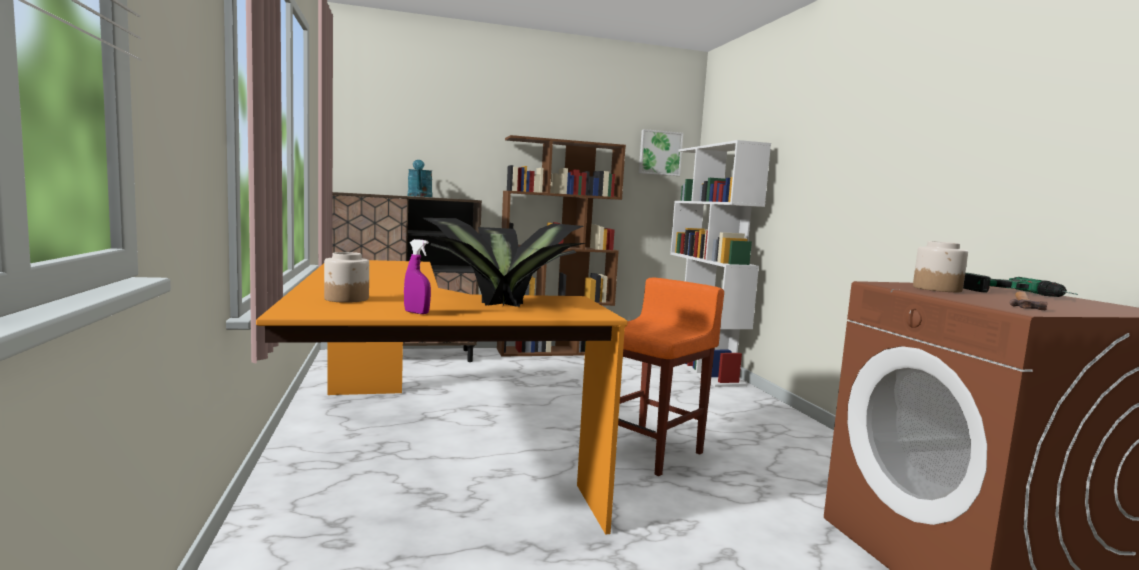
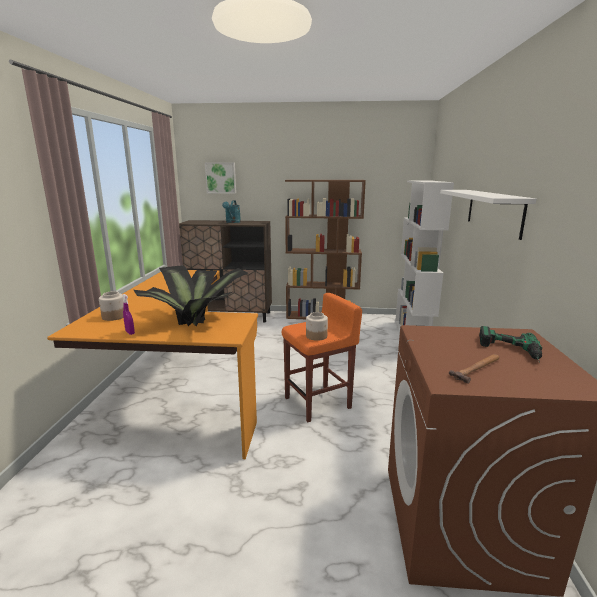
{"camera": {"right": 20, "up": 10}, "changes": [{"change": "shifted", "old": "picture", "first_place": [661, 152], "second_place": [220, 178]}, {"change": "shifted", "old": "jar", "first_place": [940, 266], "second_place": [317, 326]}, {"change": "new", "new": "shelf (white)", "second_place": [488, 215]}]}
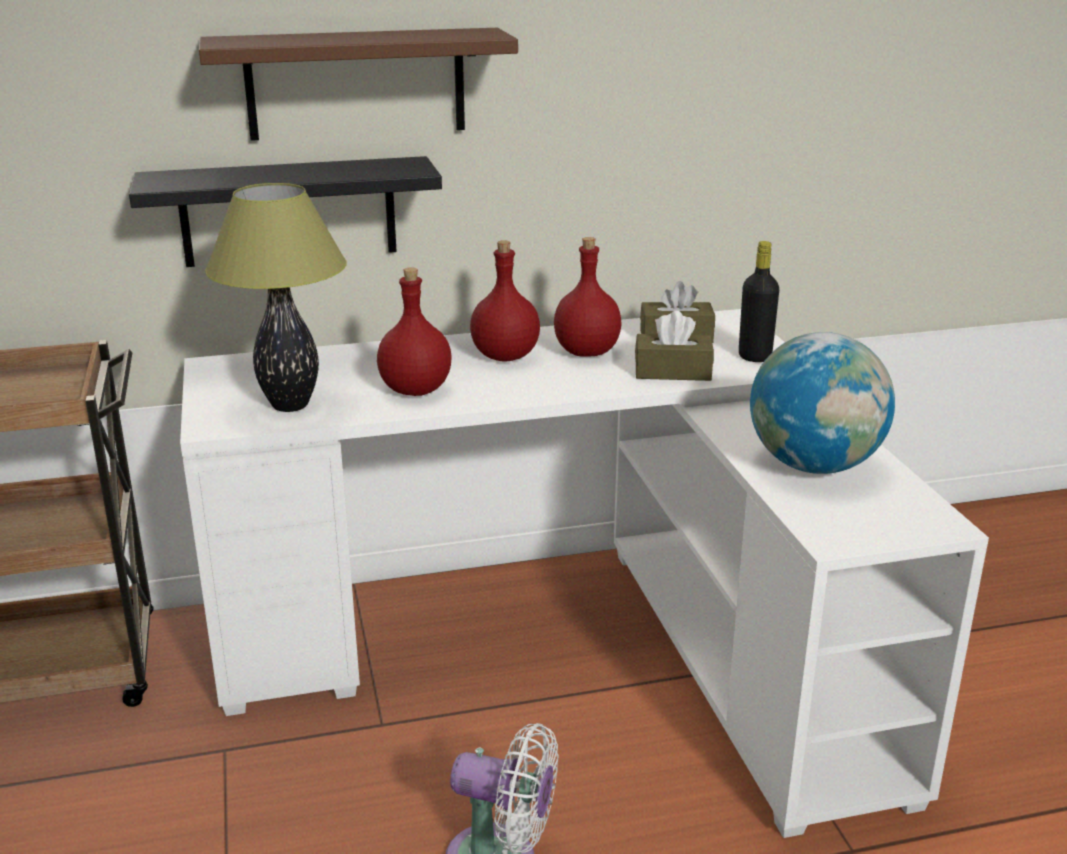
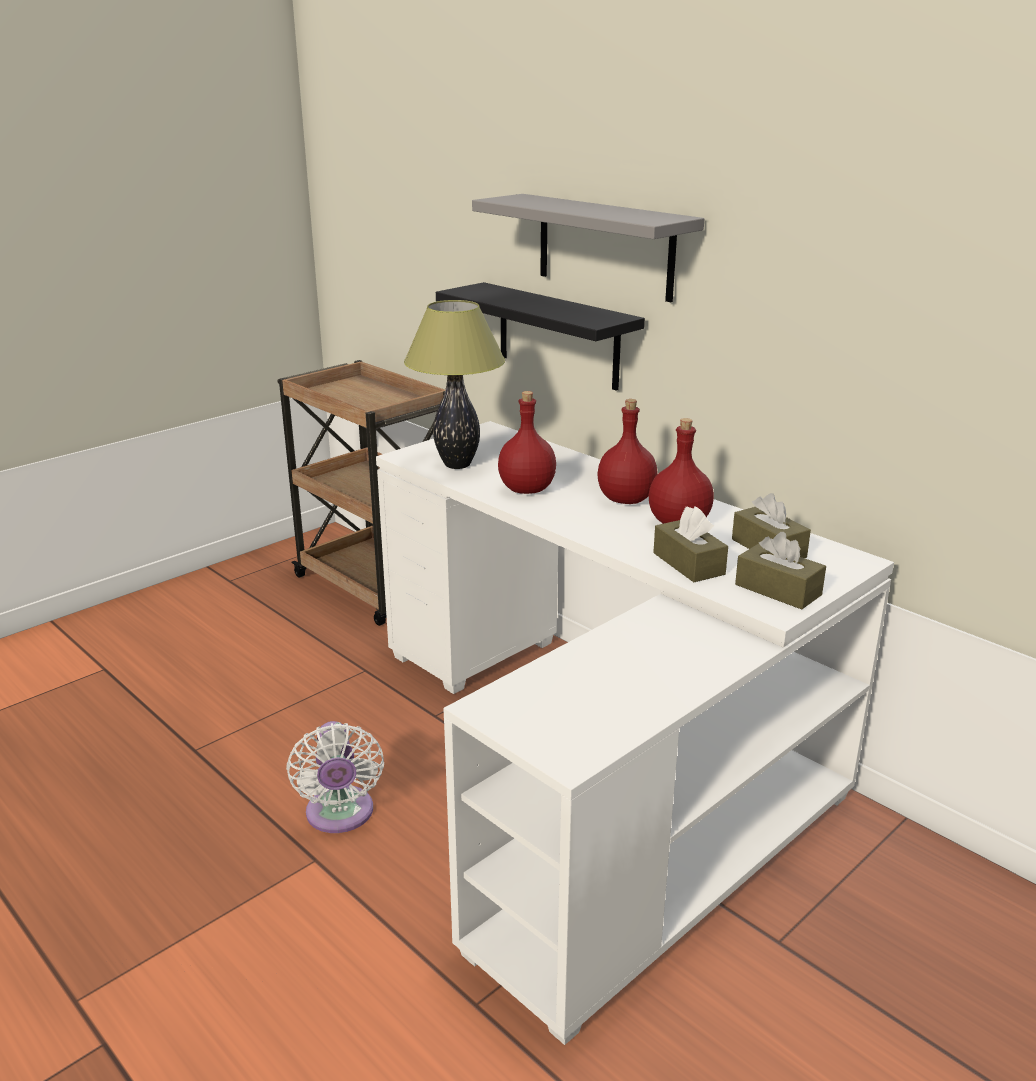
{"camera": {"right": 60, "up": 0}, "changes": [{"change": "repainted", "old": "shelf (brown)", "new": "shelf (grey)", "first_place": [358, 84], "second_place": [588, 248]}, {"change": "swapped", "old": "bottle (black)", "new": "tissue box (brown)", "first_place": [759, 301], "second_place": [780, 570]}, {"change": "gone", "old": "globe", "first_place": [822, 403]}]}
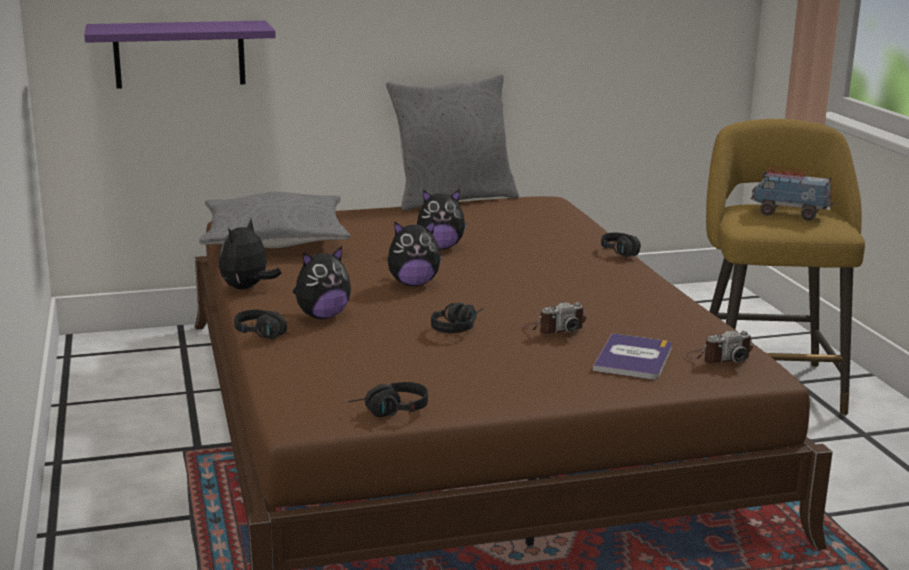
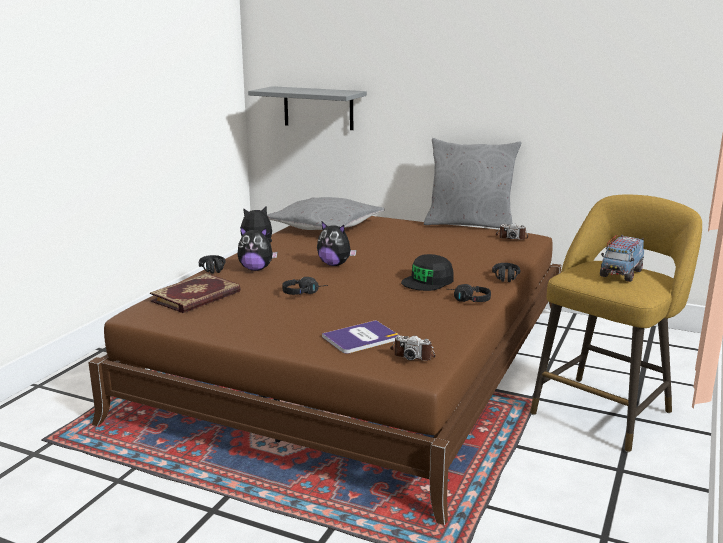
{"camera": {"right": 40, "up": 0}, "changes": [{"change": "repainted", "old": "shelf (purple)", "new": "shelf (grey)", "first_place": [180, 55], "second_place": [307, 108]}, {"change": "shifted", "old": "headphones (black)", "first_place": [388, 399], "second_place": [470, 293]}, {"change": "gone", "old": "plush toy", "first_place": [442, 219]}, {"change": "shifted", "old": "photo camera", "first_place": [554, 318], "second_place": [511, 231]}, {"change": "rotated", "old": "toy truck", "first_place": [792, 193], "second_place": [622, 258], "degrees": -120}, {"change": "new", "new": "book", "second_place": [195, 293]}, {"change": "new", "new": "cap (black)", "second_place": [427, 272]}]}
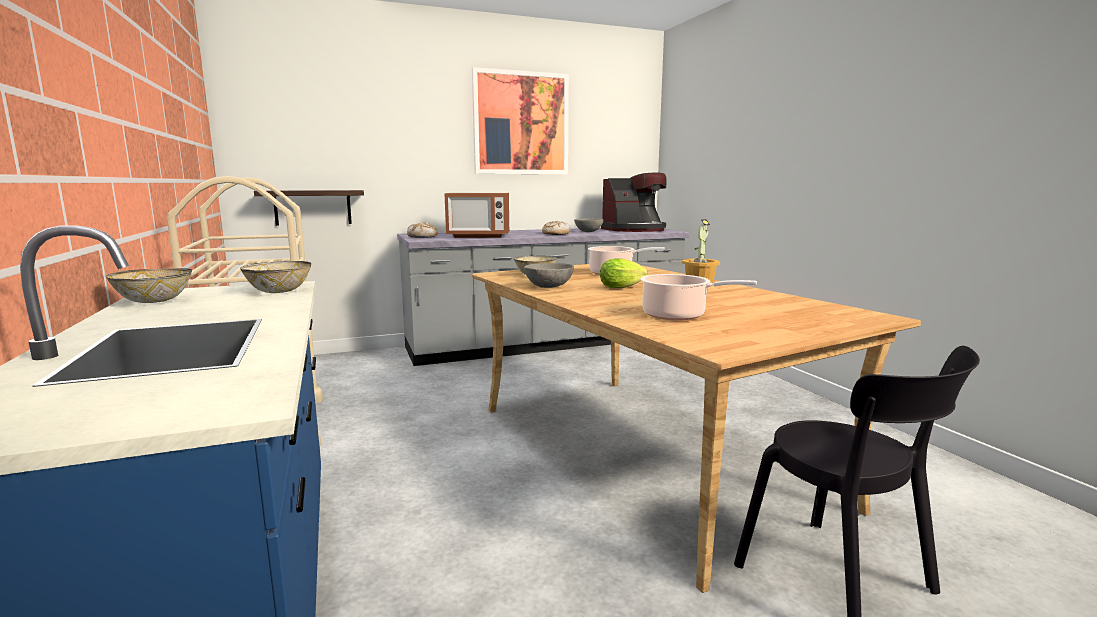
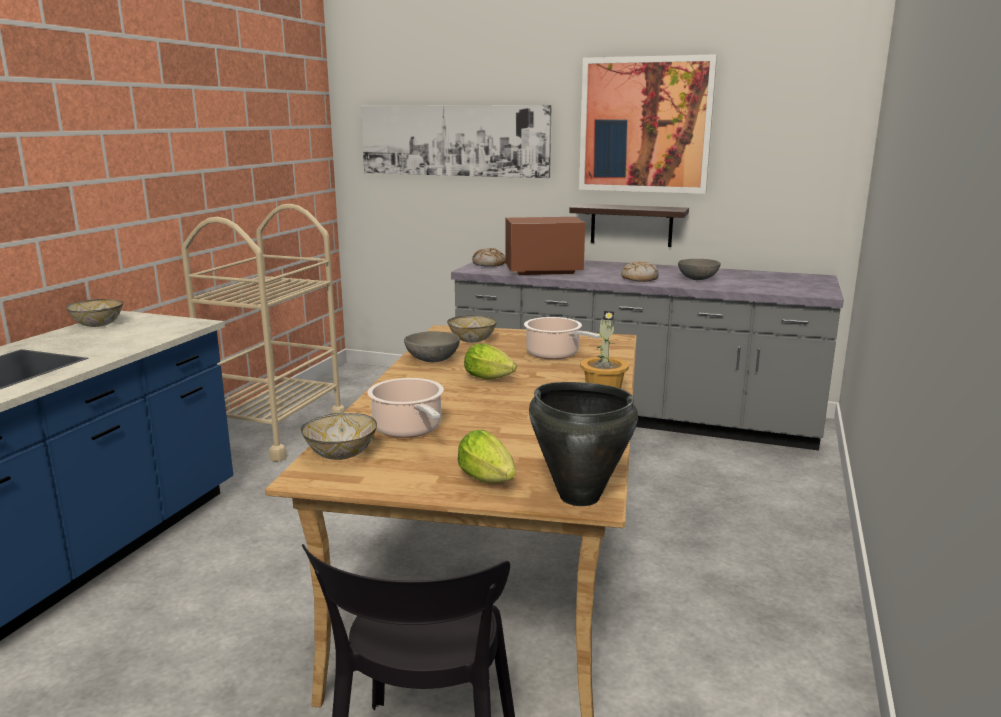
{"camera": {"right": 40, "up": 5}, "changes": [{"change": "shifted", "old": "bowl", "first_place": [275, 277], "second_place": [339, 436]}, {"change": "shifted", "old": "shelf", "first_place": [309, 208], "second_place": [629, 225]}, {"change": "rotated", "old": "microwave", "first_place": [476, 215], "second_place": [545, 246], "degrees": 135}, {"change": "gone", "old": "coffee machine", "first_place": [634, 202]}, {"change": "new", "new": "picture", "second_place": [456, 141]}, {"change": "new", "new": "lettuce", "second_place": [487, 456]}, {"change": "new", "new": "cooking pot (black)", "second_place": [583, 444]}]}
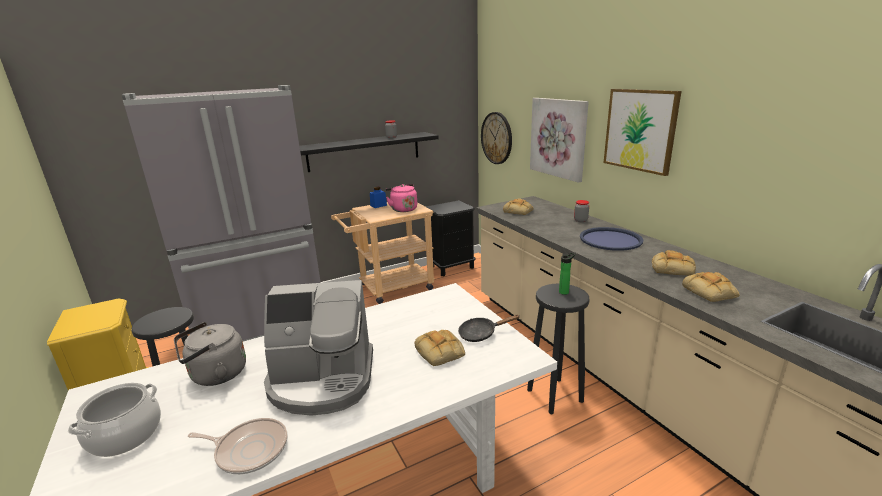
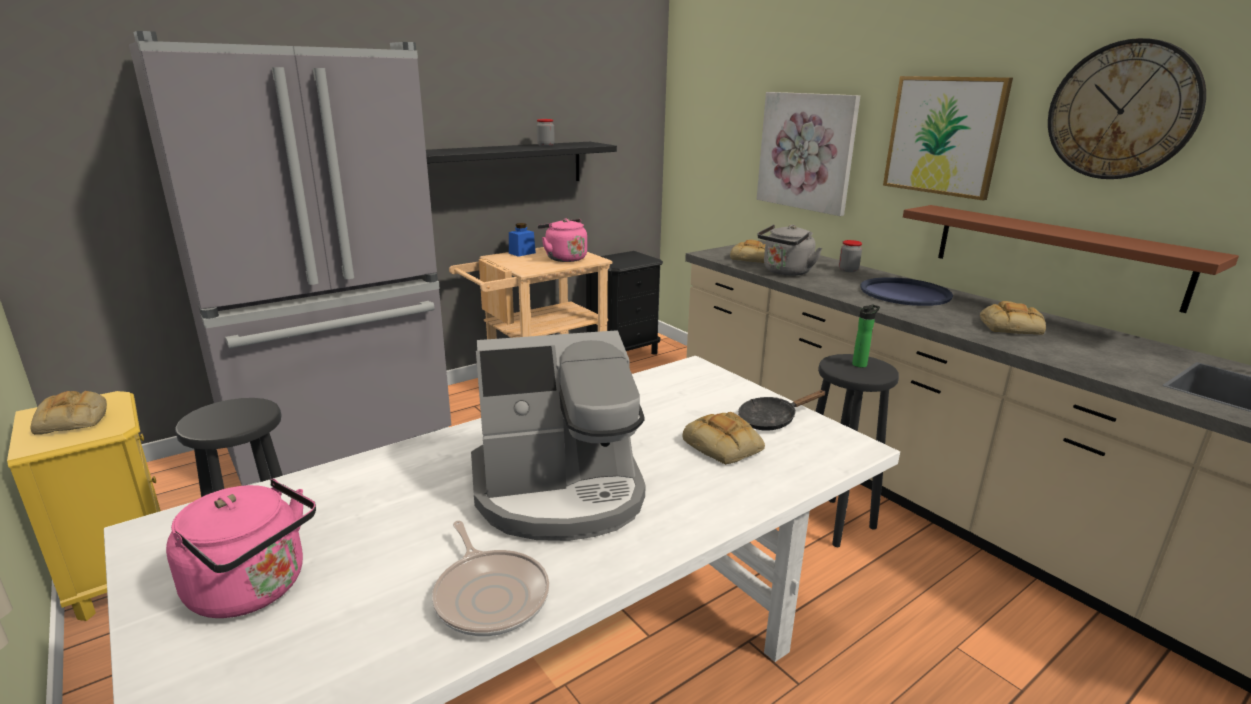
{"camera": {"right": -10, "up": 0}, "changes": [{"change": "swapped", "old": "cooking pot", "new": "kettle (pink)", "first_place": [114, 420], "second_place": [241, 548]}, {"change": "shifted", "old": "kettle (grey)", "first_place": [210, 354], "second_place": [789, 250]}, {"change": "rotated", "old": "frying pan", "first_place": [237, 446], "second_place": [490, 578], "degrees": 60}, {"change": "shifted", "old": "wall clock", "first_place": [496, 138], "second_place": [1127, 108]}, {"change": "shifted", "old": "bread", "first_place": [711, 287], "second_place": [69, 413]}, {"change": "new", "new": "shelf (brown)", "second_place": [1071, 259]}]}
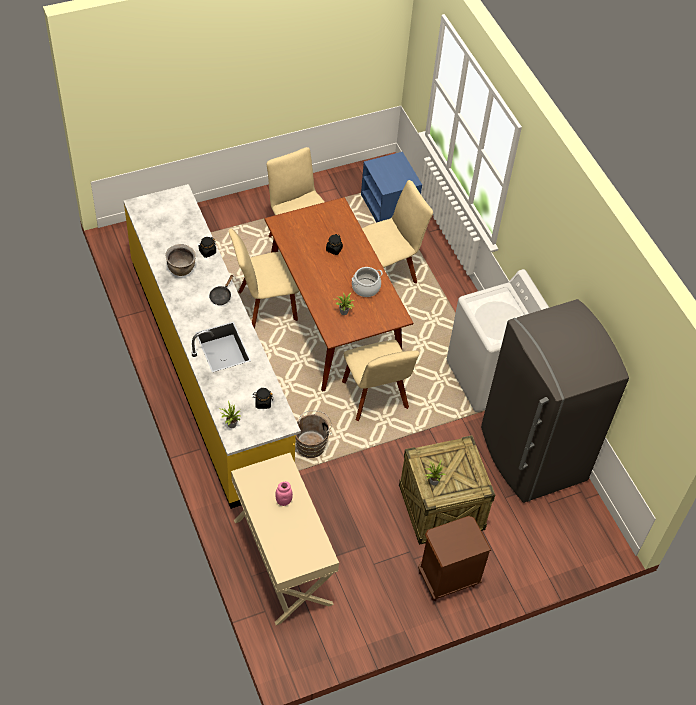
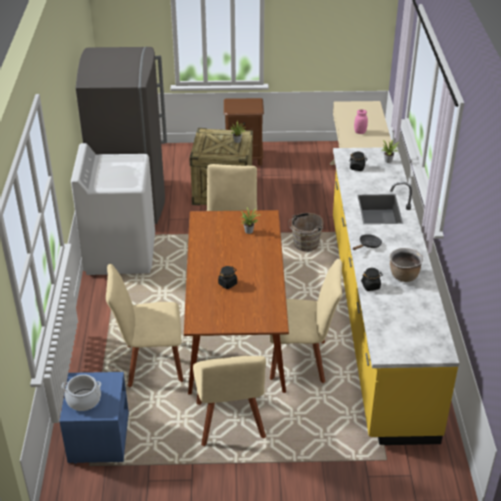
{"camera": {"right": -155, "up": -15}, "changes": [{"change": "shifted", "old": "cooking pot", "first_place": [367, 282], "second_place": [81, 392]}]}
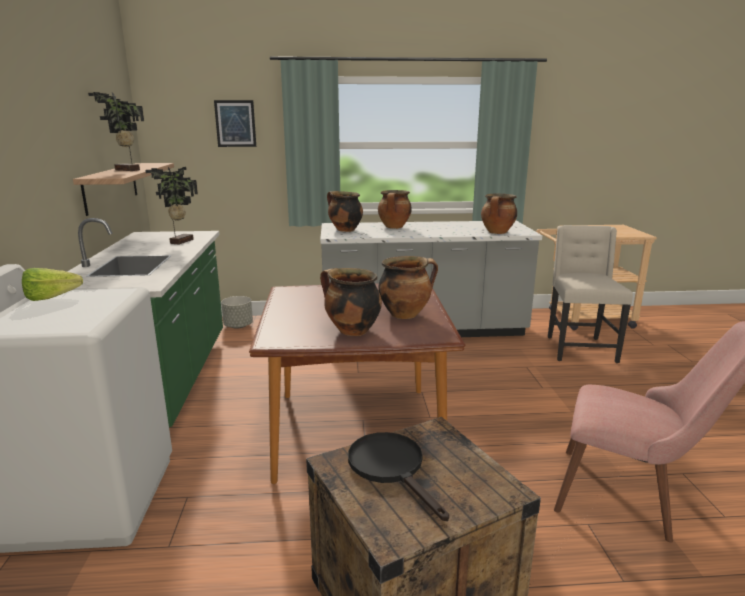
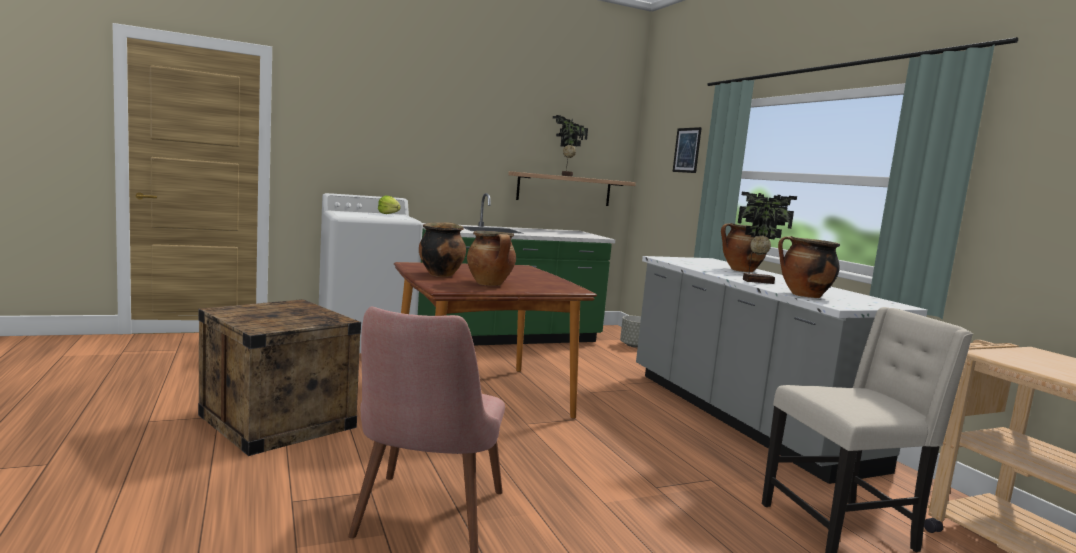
{"camera": {"right": 70, "up": -10}, "changes": [{"change": "shifted", "old": "potted plant", "first_place": [171, 205], "second_place": [767, 238]}, {"change": "gone", "old": "cooking pot", "first_place": [345, 211]}, {"change": "gone", "old": "frying pan (black)", "first_place": [398, 476]}]}
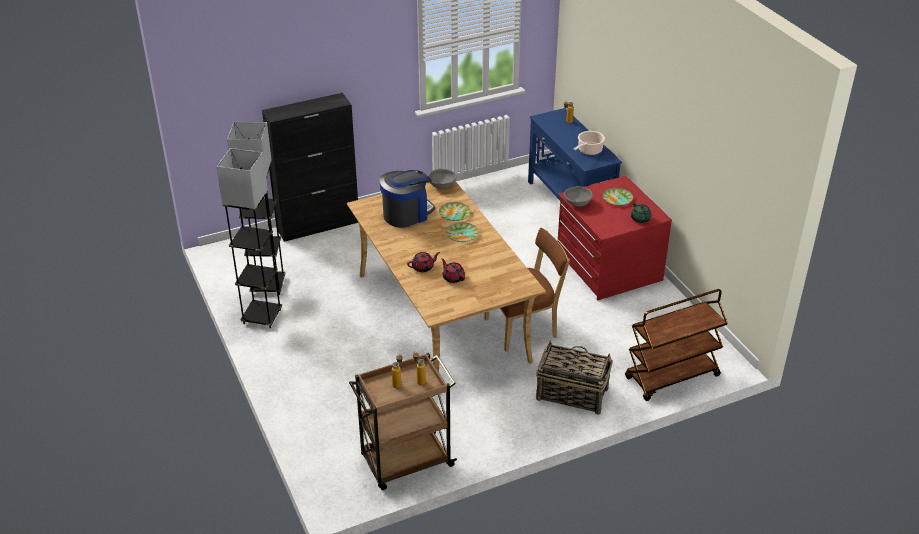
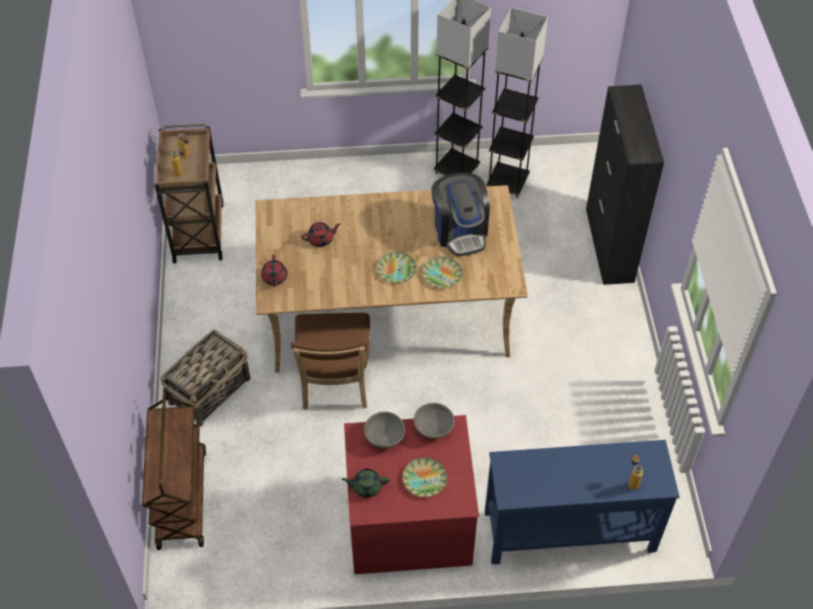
{"camera": {"right": 110, "up": 15}, "changes": [{"change": "shifted", "old": "teapot (red)", "first_place": [423, 262], "second_place": [274, 270]}, {"change": "shifted", "old": "bowl (grey)", "first_place": [442, 179], "second_place": [384, 430]}, {"change": "gone", "old": "cooking pot", "first_place": [589, 143]}]}
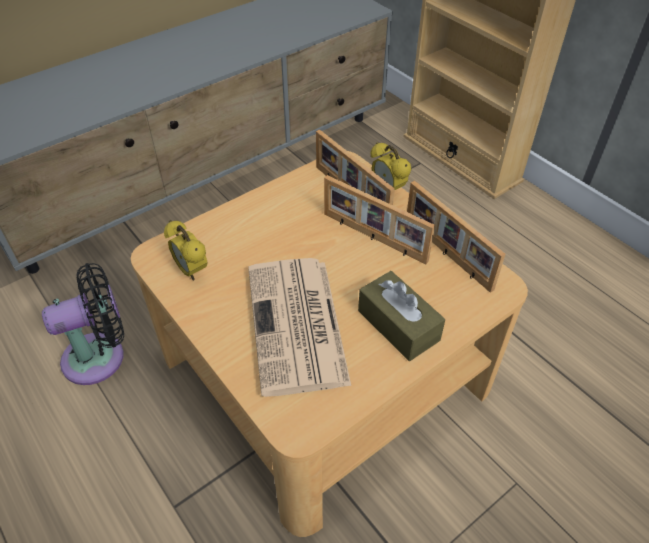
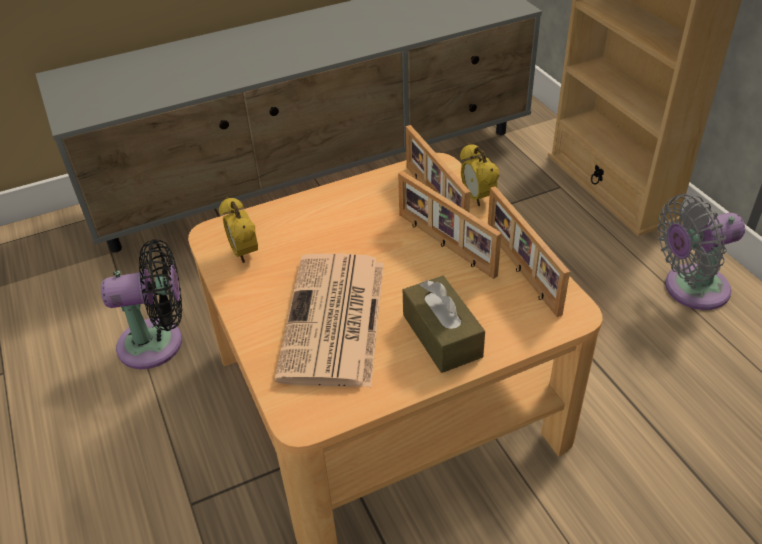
{"camera": {"right": 15, "up": -5}, "changes": [{"change": "new", "new": "fan (grey)", "second_place": [701, 252]}]}
